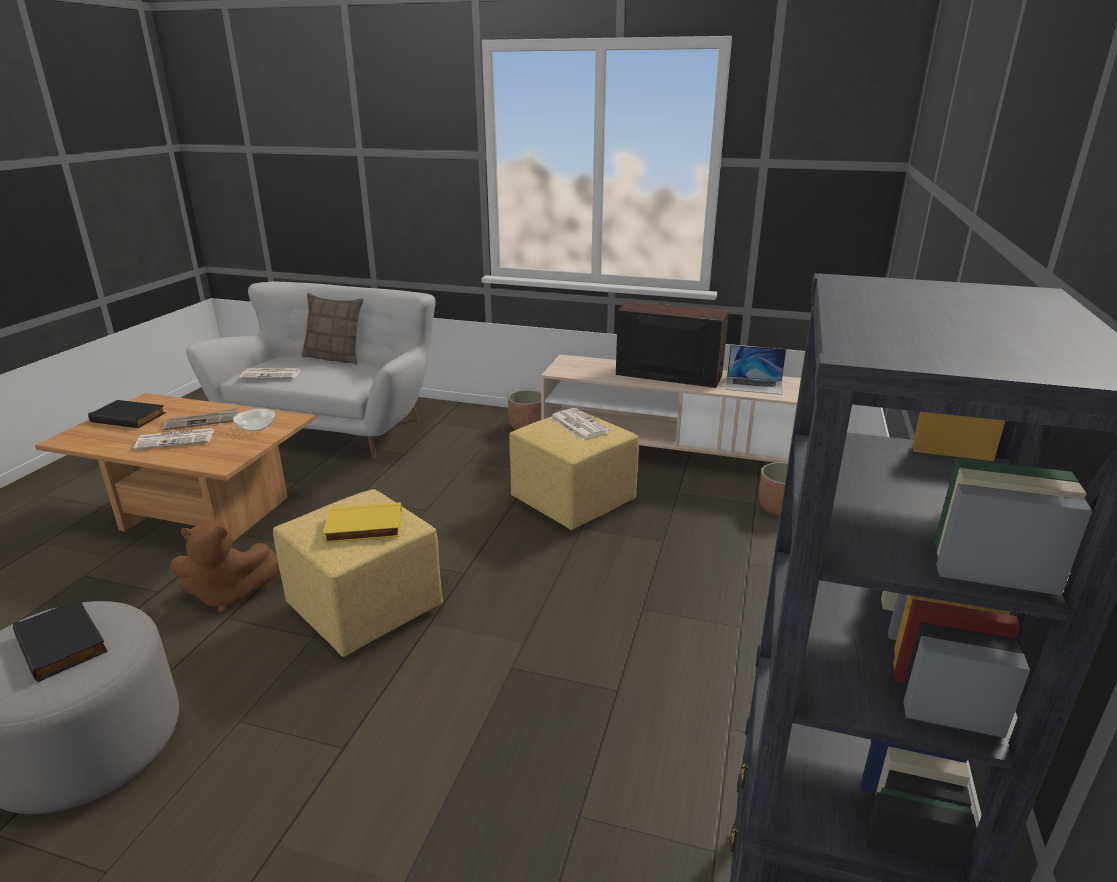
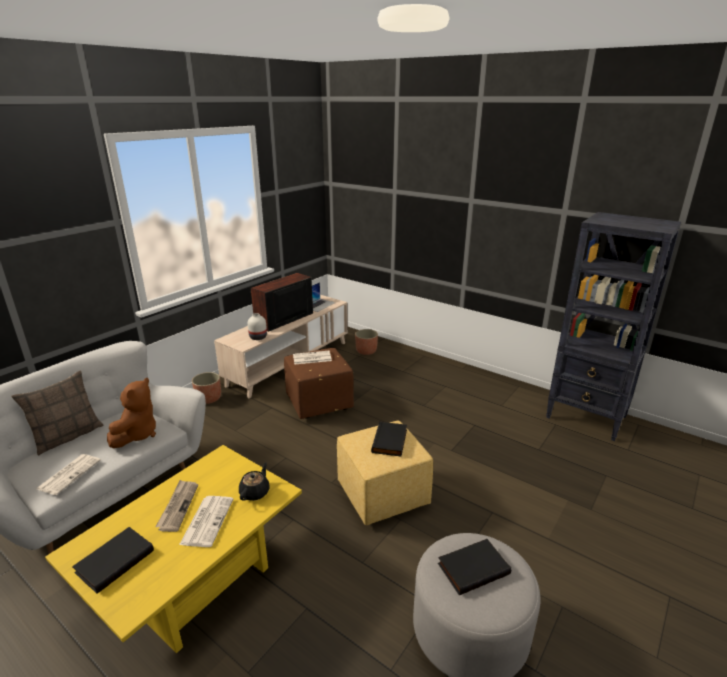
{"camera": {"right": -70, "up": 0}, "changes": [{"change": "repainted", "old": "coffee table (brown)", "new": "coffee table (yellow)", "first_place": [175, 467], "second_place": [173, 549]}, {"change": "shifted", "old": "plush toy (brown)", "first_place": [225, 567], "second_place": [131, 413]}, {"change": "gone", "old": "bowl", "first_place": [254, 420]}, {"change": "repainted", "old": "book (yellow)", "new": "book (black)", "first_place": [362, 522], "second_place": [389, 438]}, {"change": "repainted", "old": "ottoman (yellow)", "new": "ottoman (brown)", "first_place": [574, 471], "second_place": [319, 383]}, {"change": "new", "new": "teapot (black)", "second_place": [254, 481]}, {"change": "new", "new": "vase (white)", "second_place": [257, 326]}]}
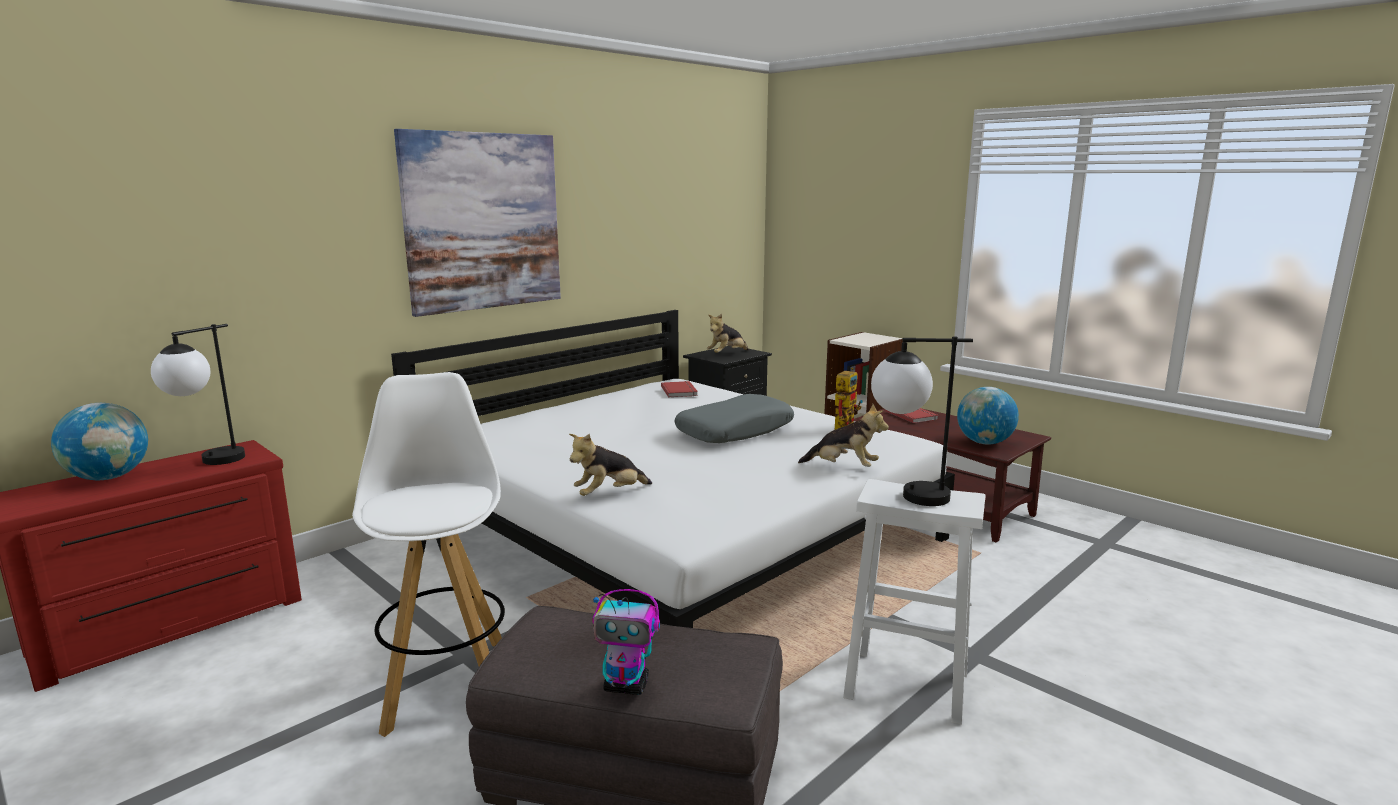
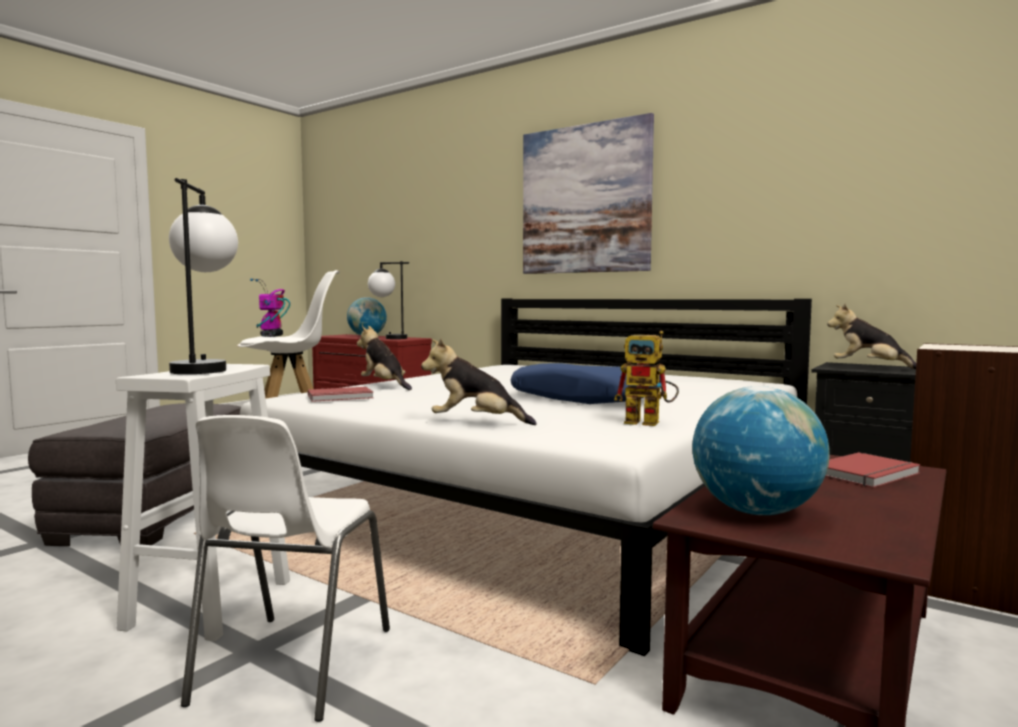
{"camera": {"right": 80, "up": -10}, "changes": [{"change": "shifted", "old": "toy robot", "first_place": [626, 642], "second_place": [270, 307]}, {"change": "shifted", "old": "book (red)", "first_place": [679, 389], "second_place": [341, 394]}, {"change": "repainted", "old": "pillow (grey)", "new": "pillow (blue)", "first_place": [734, 418], "second_place": [586, 383]}, {"change": "rotated", "old": "plush toy", "first_place": [843, 435], "second_place": [478, 381], "degrees": 90}, {"change": "new", "new": "chair (white)", "second_place": [285, 568]}]}
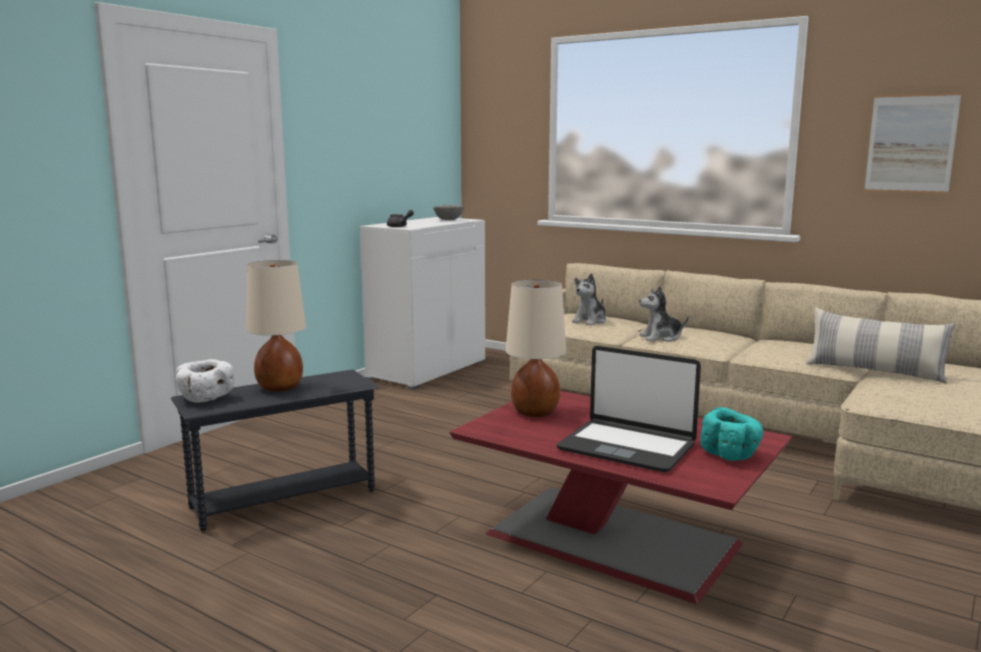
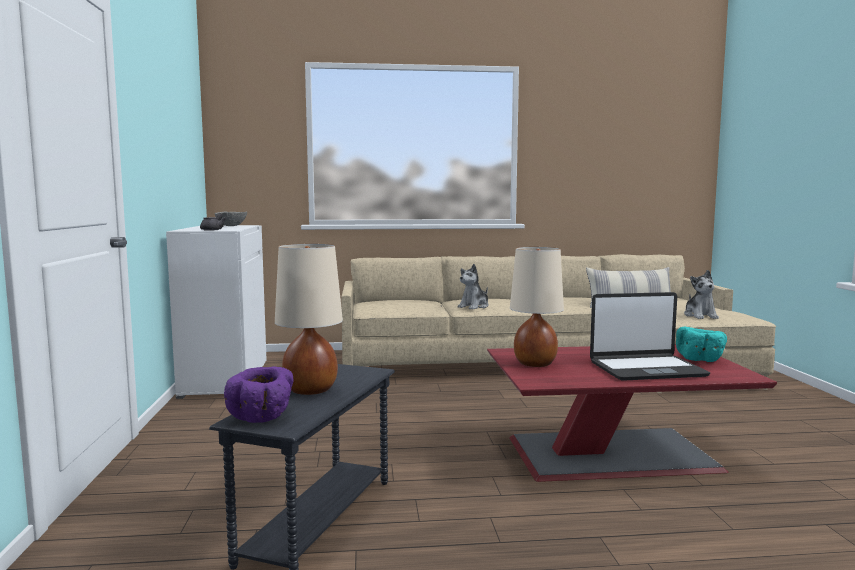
{"camera": {"right": -40, "up": -5}, "changes": [{"change": "repainted", "old": "bowl (white)", "new": "bowl (purple)", "first_place": [204, 381], "second_place": [259, 394]}, {"change": "shifted", "old": "plush toy", "first_place": [589, 299], "second_place": [701, 294]}, {"change": "gone", "old": "picture", "first_place": [912, 143]}]}
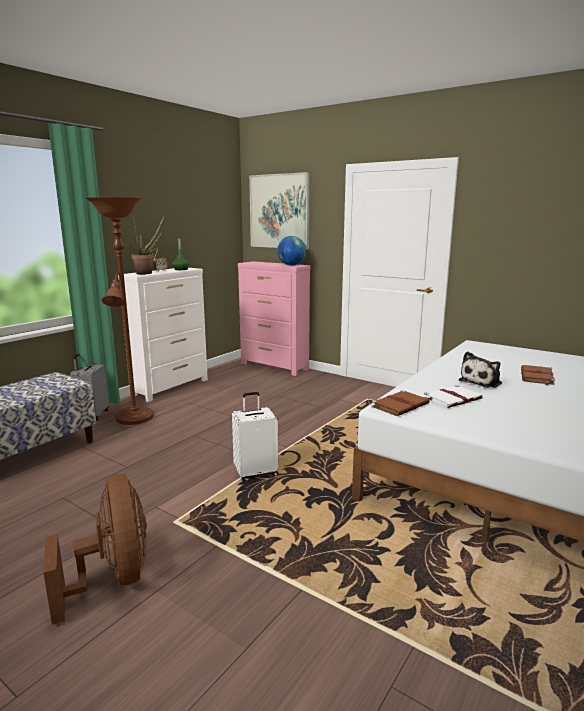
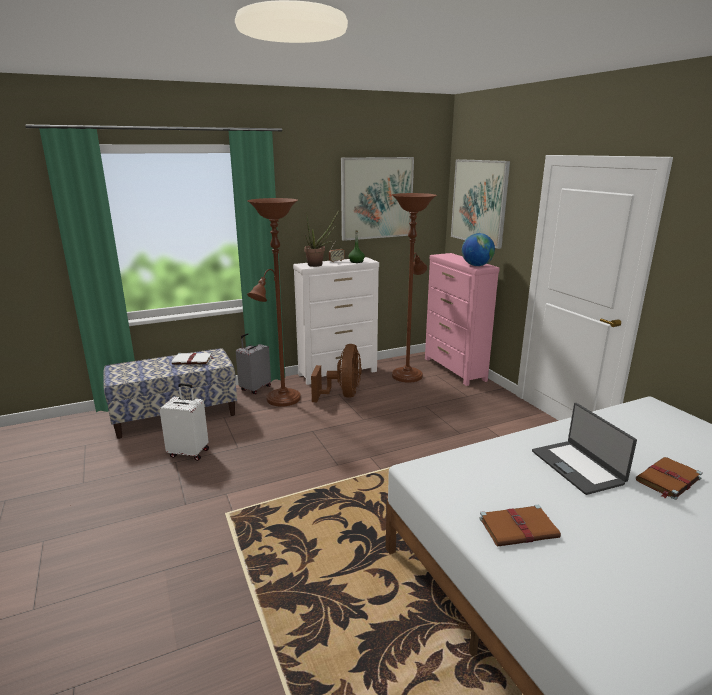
{"camera": {"right": 30, "up": 5}, "changes": [{"change": "shifted", "old": "fan (brown)", "first_place": [95, 549], "second_place": [336, 373]}, {"change": "shifted", "old": "suitcase (white)", "first_place": [255, 436], "second_place": [184, 422]}, {"change": "shifted", "old": "book (brown)", "first_place": [401, 403], "second_place": [520, 526]}, {"change": "shifted", "old": "book (white)", "first_place": [453, 396], "second_place": [193, 359]}, {"change": "swapped", "old": "plush toy", "new": "laptop", "first_place": [480, 370], "second_place": [584, 449]}, {"change": "new", "new": "picture", "second_place": [377, 199]}, {"change": "new", "new": "floor lamp (brown)", "second_place": [414, 288]}]}
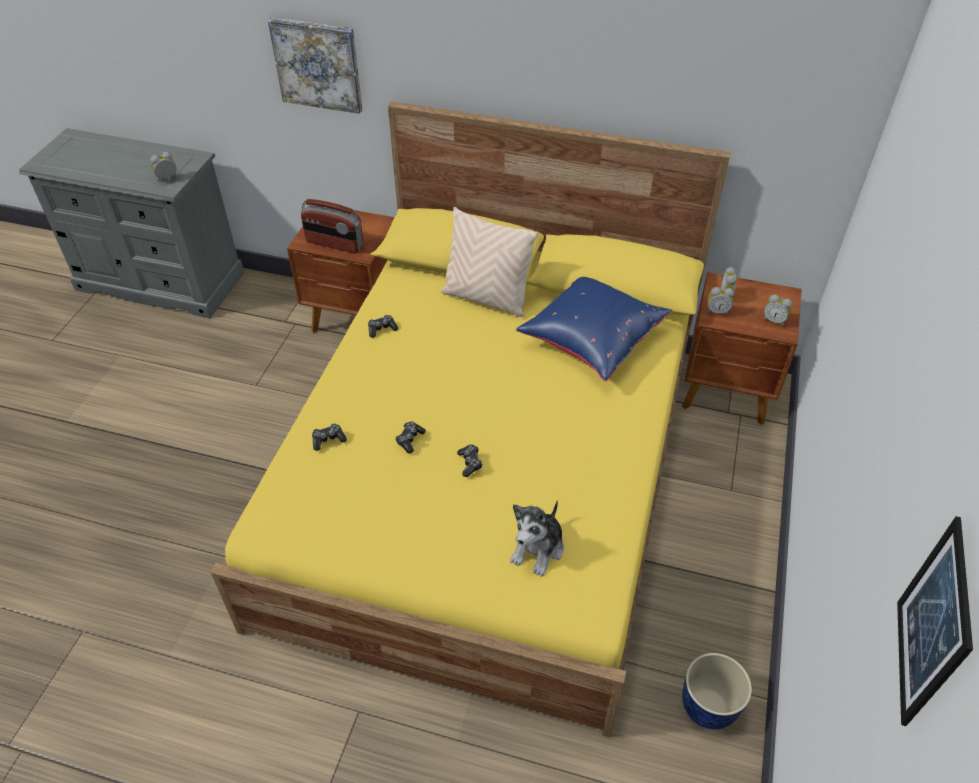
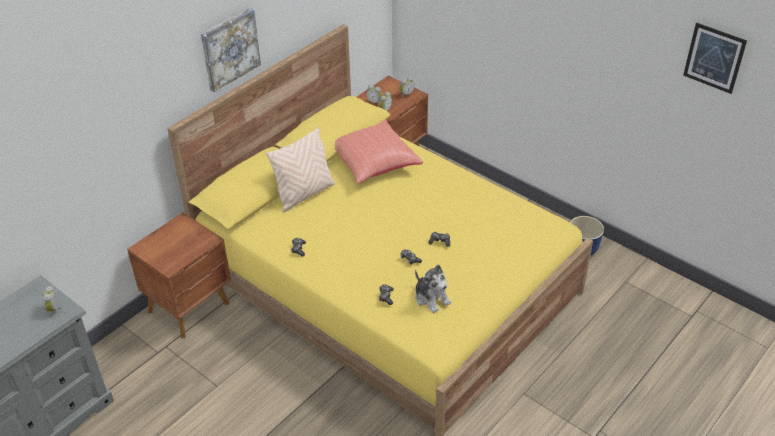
{"camera": {"right": -65, "up": -5}, "changes": [{"change": "shifted", "old": "picture", "first_place": [315, 65], "second_place": [231, 50]}, {"change": "gone", "old": "radio", "first_place": [332, 226]}, {"change": "shifted", "old": "plush toy", "first_place": [537, 538], "second_place": [433, 288]}, {"change": "repainted", "old": "pillow (blue)", "new": "pillow (red)", "first_place": [594, 329], "second_place": [379, 151]}]}
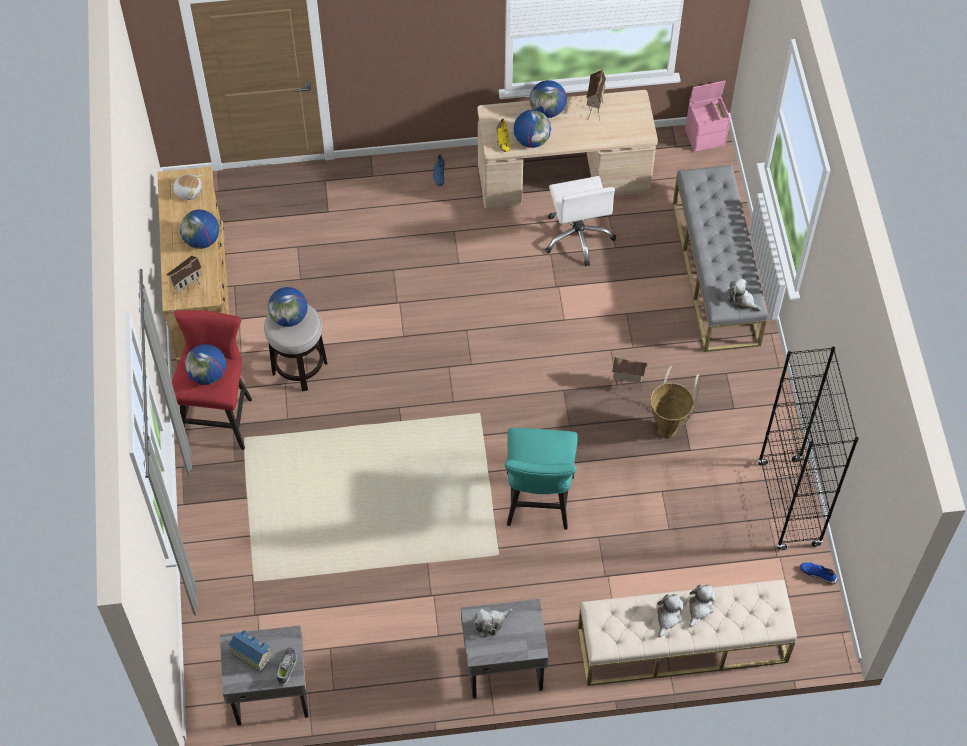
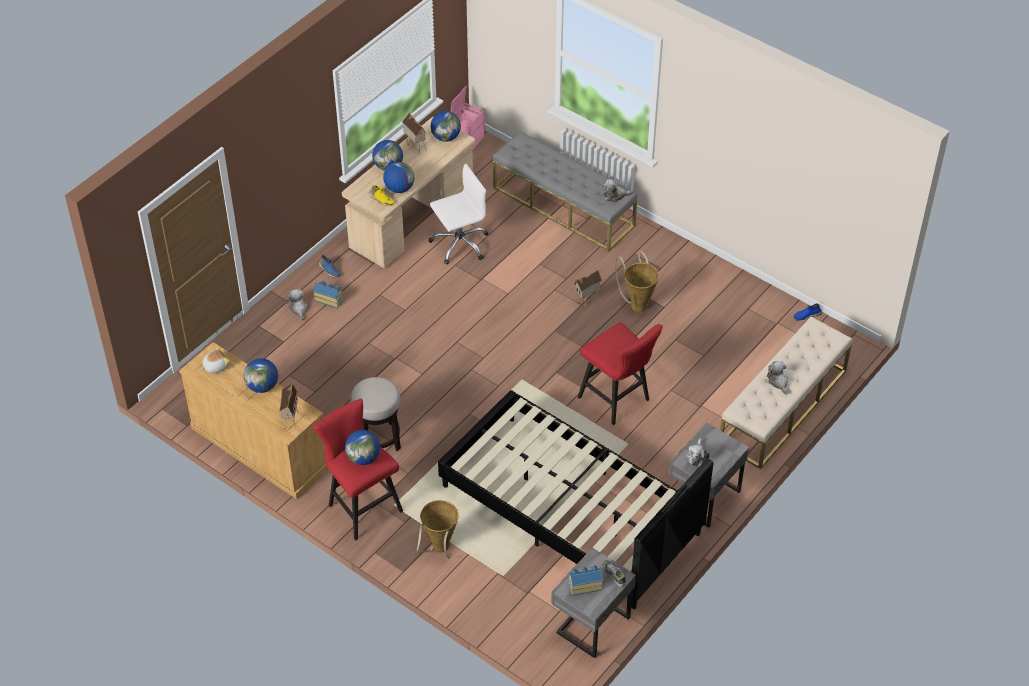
{"camera": {"right": -45, "up": -10}, "changes": [{"change": "shifted", "old": "globe", "first_place": [288, 307], "second_place": [446, 126]}, {"change": "repainted", "old": "stool (turquoise)", "new": "stool (red)", "first_place": [541, 479], "second_place": [620, 373]}, {"change": "rotated", "old": "office chair (white)", "first_place": [580, 221], "second_place": [458, 214], "degrees": -60}, {"change": "shifted", "old": "plush toy", "first_place": [702, 605], "second_place": [297, 304]}, {"change": "gone", "old": "bookcase (black)", "first_place": [808, 449]}, {"change": "new", "new": "toy house", "second_place": [328, 295]}, {"change": "new", "new": "basket", "second_place": [438, 529]}, {"change": "new", "new": "bed (black)", "second_place": [575, 499]}]}
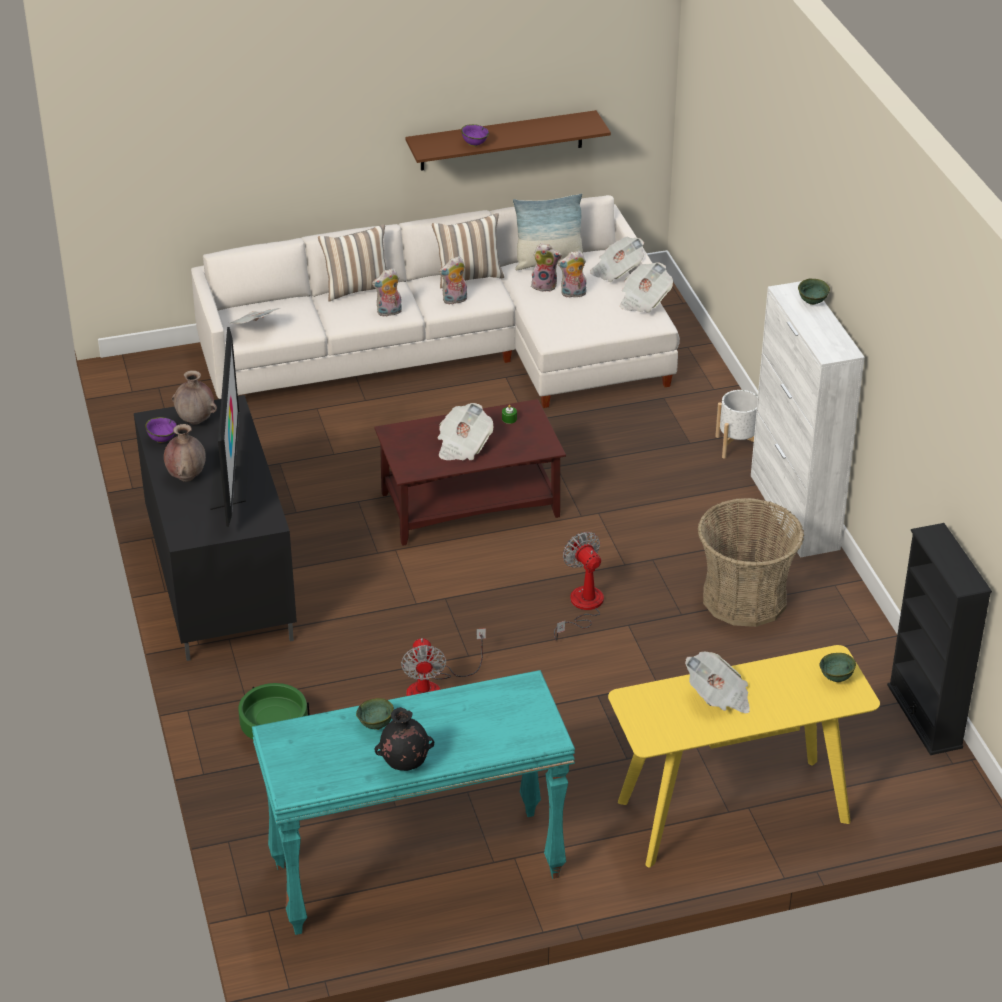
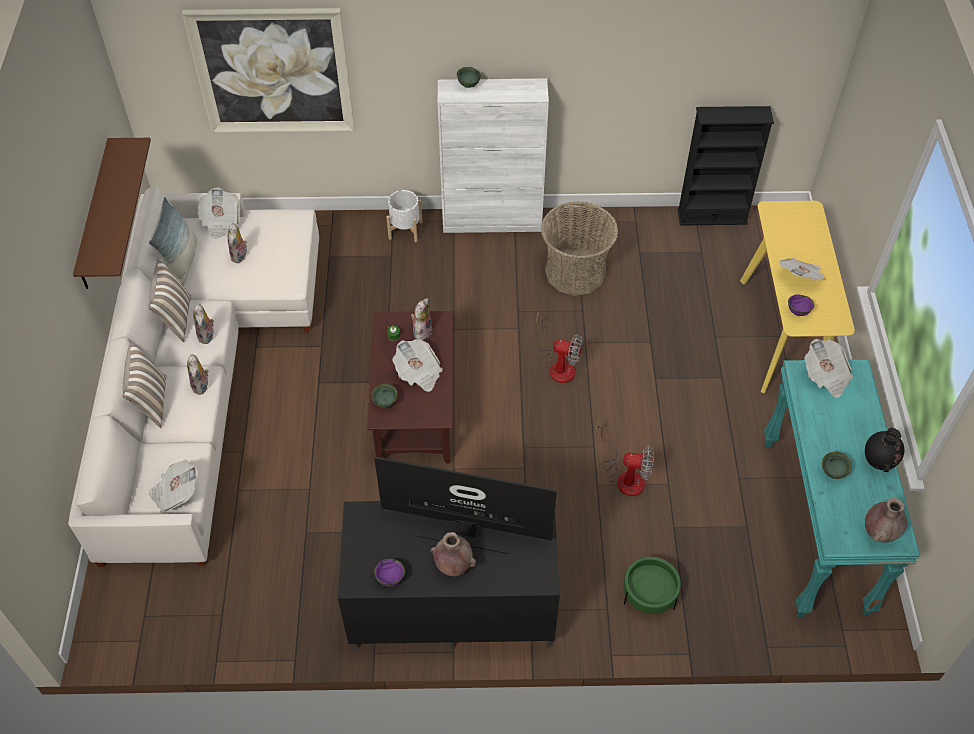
{"camera": {"right": -75, "up": 15}, "changes": [{"change": "shifted", "old": "vase (brown)", "first_place": [194, 397], "second_place": [886, 520]}, {"change": "shifted", "old": "bowl (purple)", "first_place": [475, 135], "second_place": [801, 305]}, {"change": "shifted", "old": "plush toy", "first_place": [546, 267], "second_place": [422, 319]}, {"change": "rotated", "old": "fan", "first_place": [579, 586], "second_place": [560, 347], "degrees": -150}, {"change": "shifted", "old": "newspaper", "first_place": [646, 287], "second_place": [828, 368]}, {"change": "shifted", "old": "bowl (green)", "first_place": [837, 668], "second_place": [384, 396]}, {"change": "new", "new": "picture", "second_place": [268, 70]}]}
